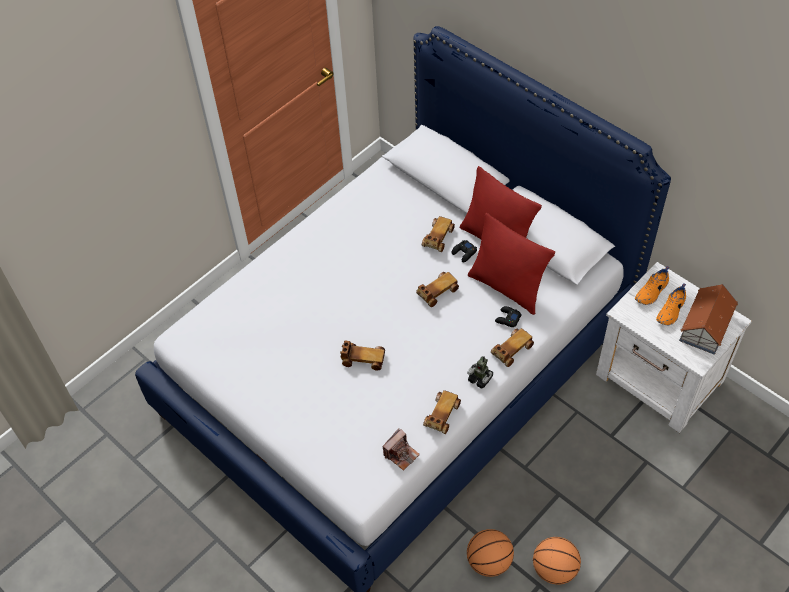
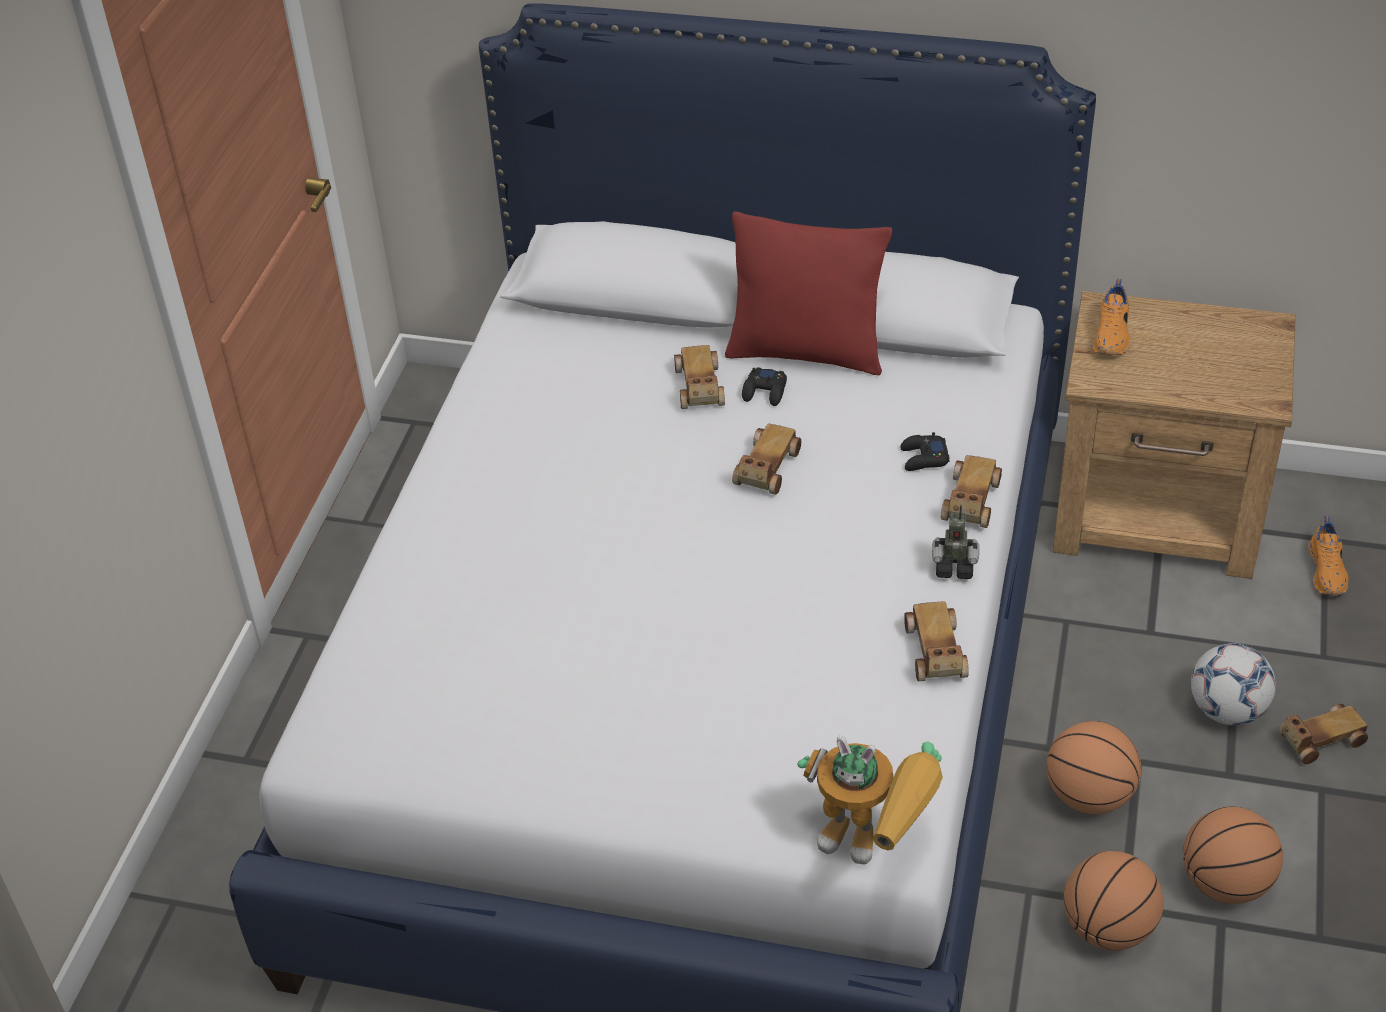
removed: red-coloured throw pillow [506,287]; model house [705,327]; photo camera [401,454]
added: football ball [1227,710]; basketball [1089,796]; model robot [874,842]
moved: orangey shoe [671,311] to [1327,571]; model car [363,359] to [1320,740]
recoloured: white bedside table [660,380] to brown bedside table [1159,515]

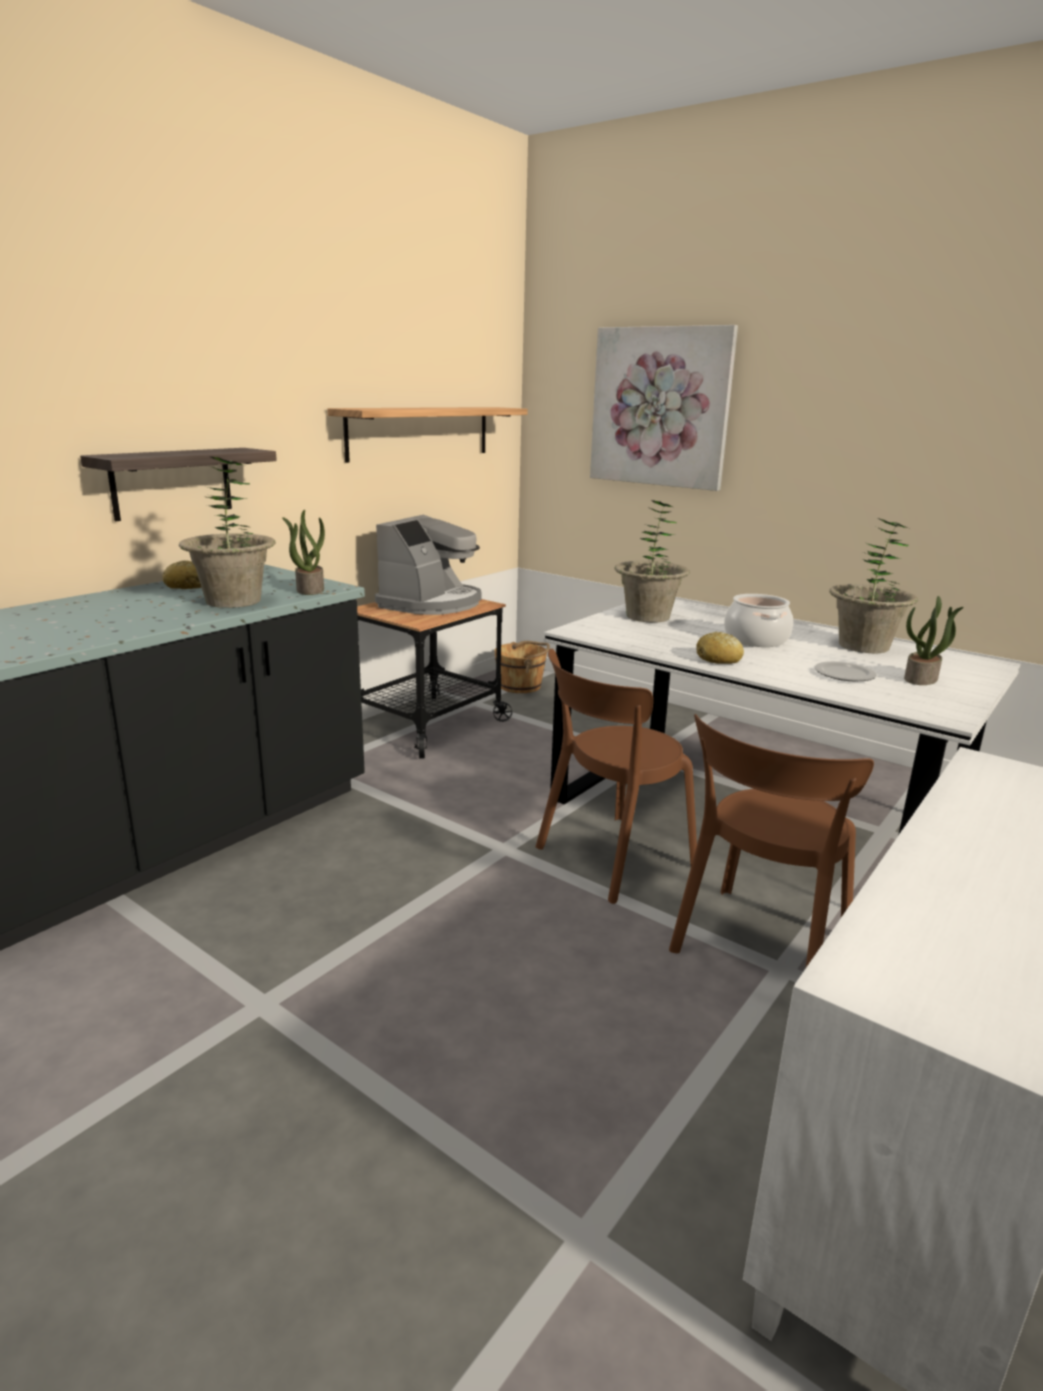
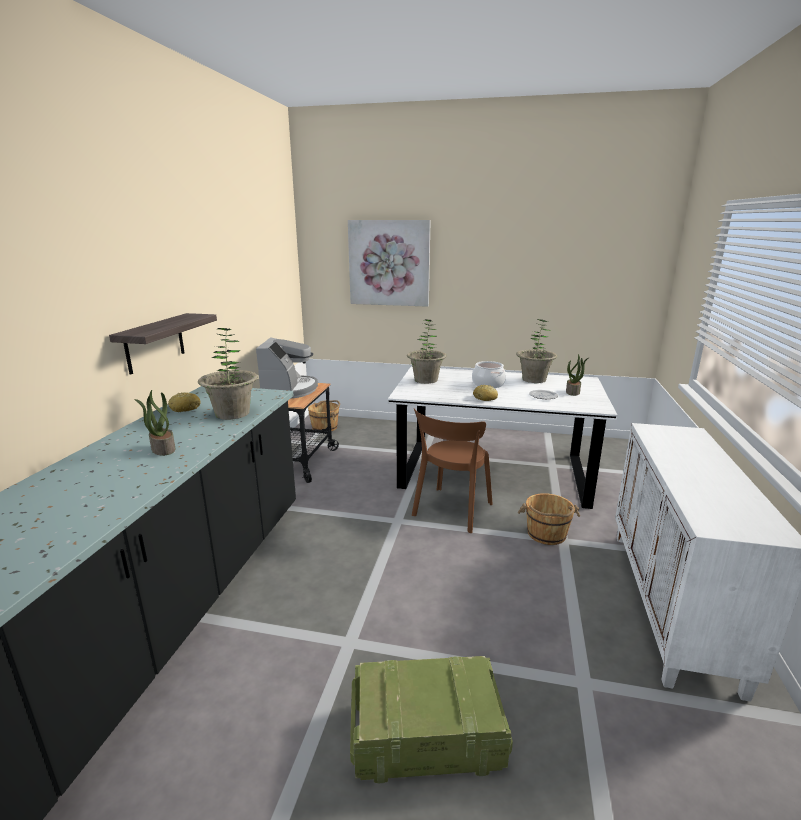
removed: wall shelf [420,432]
added: shipping crate [424,736]
moved: plant in a pot [309,590] to [162,449]
replaced: brown upright chair [758,948] to brown pail [546,534]

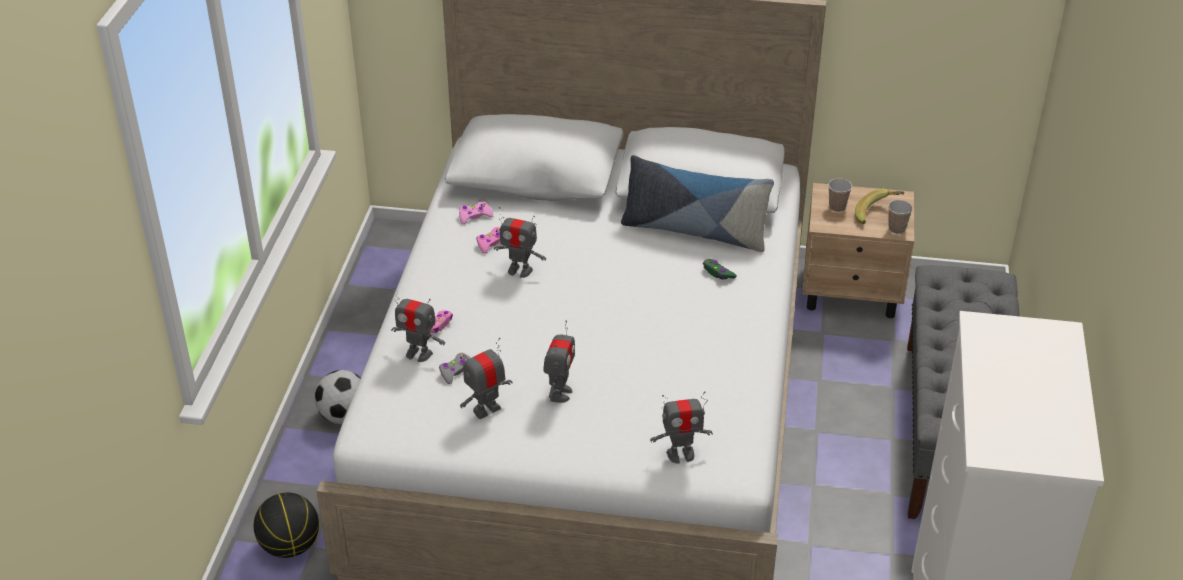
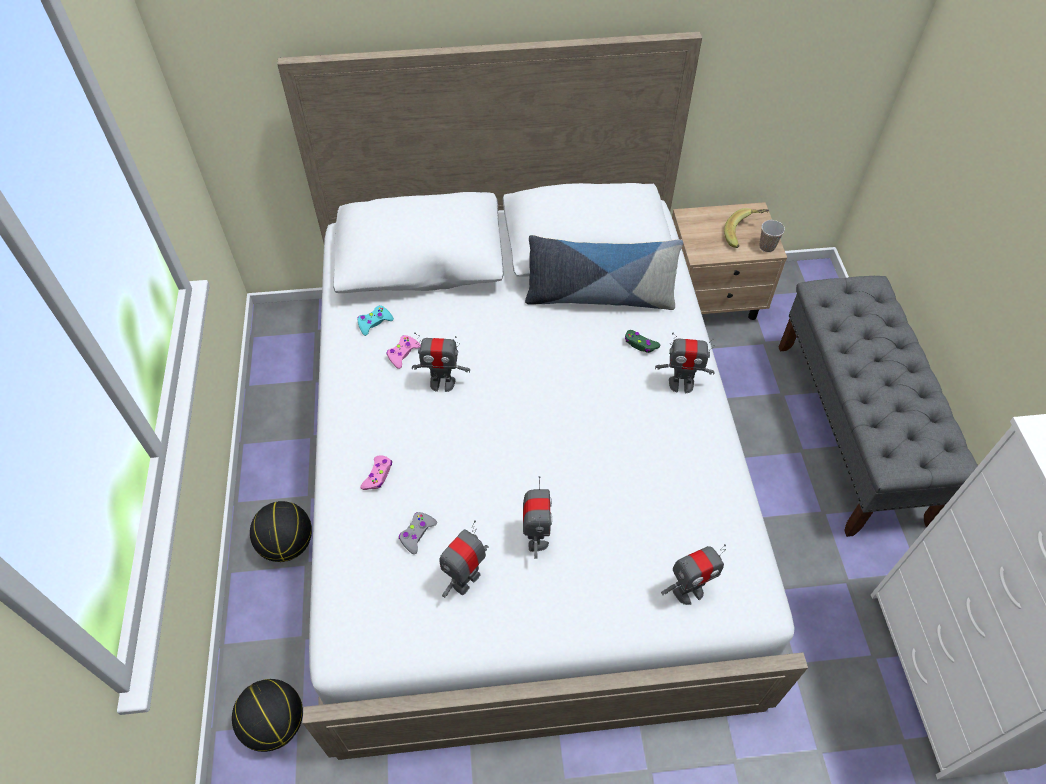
removed: small cup [837,207]
moved: model robot [418,353] to [681,384]
replaced: football ball [344,416] to basketball [288,544]
recoloured: pink joypad [474,216] to blue-green joypad [374,323]

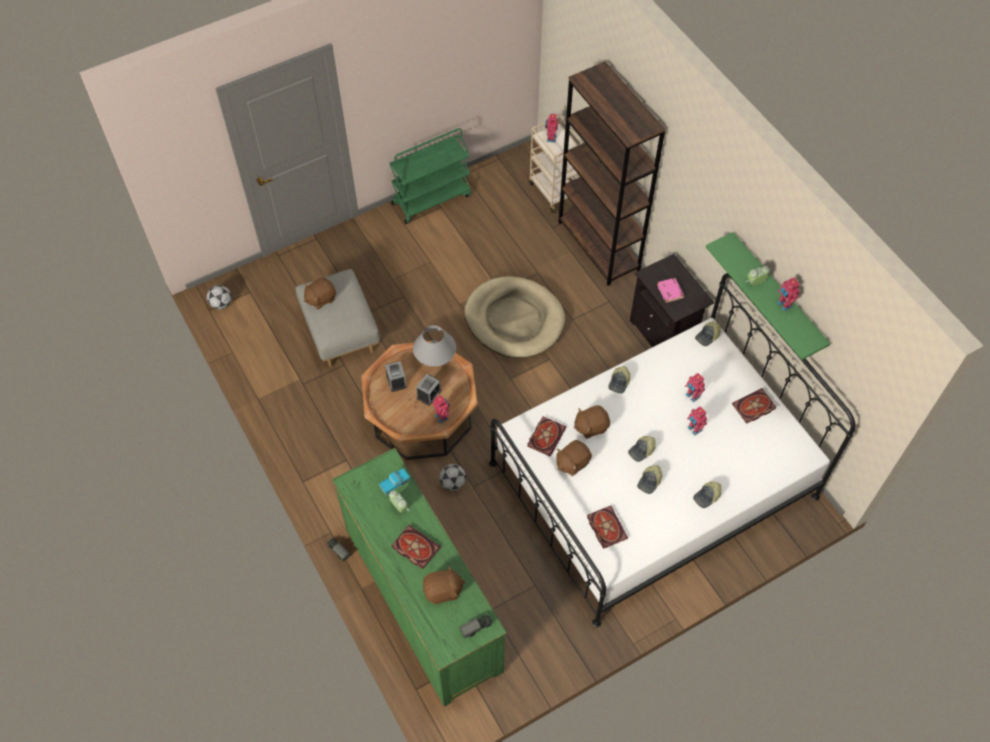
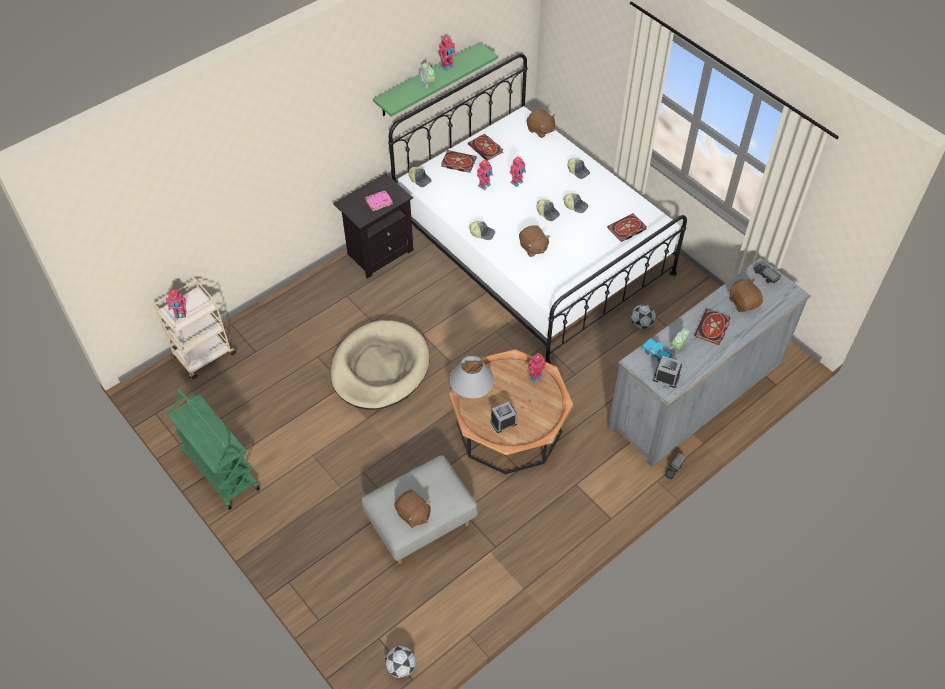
removed: brown bookshelf [598,246]
moved: alarm clock [429,394] to [666,377]; book [546,436] to [457,162]; brown soft toy [572,463] to [540,130]; football ball [453,483] to [641,324]
recoloured: green dresser [422,599] to grey dresser [696,394]

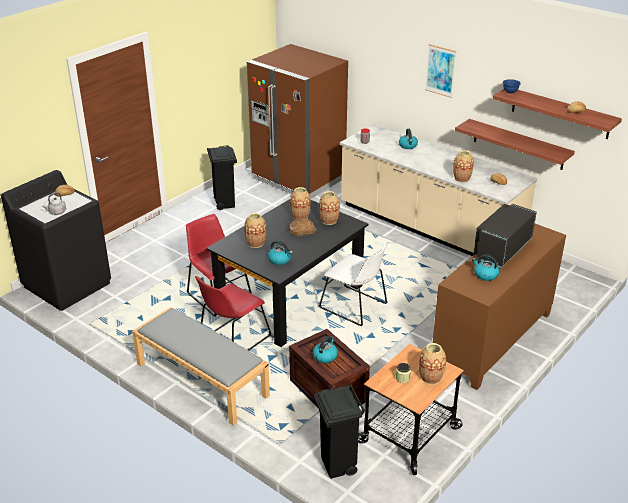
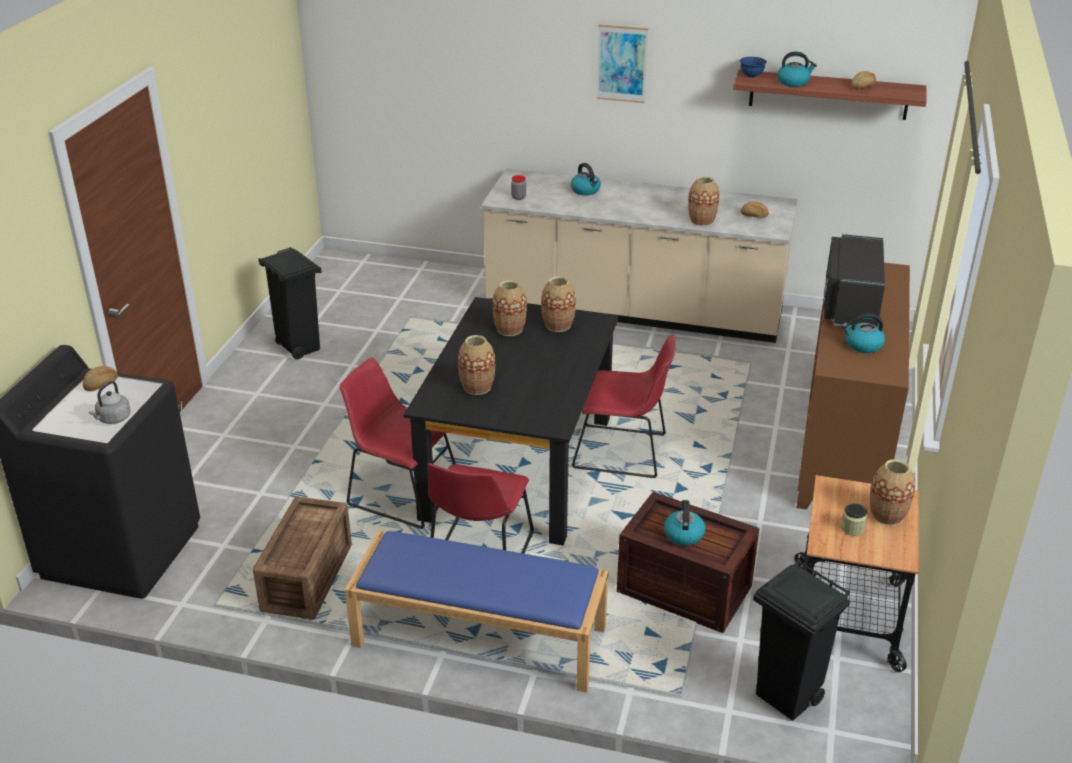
removed: brown kitchen fridge [298,179]; wall shelf [518,144]; bakery bread [301,230]
added: shipping crate [305,578]
moved: kettle [280,260] to [793,82]
recoloured: white upright chair [355,307] to red-coloured upright chair [624,452]; grey bench [200,379] to bluish bench [478,636]

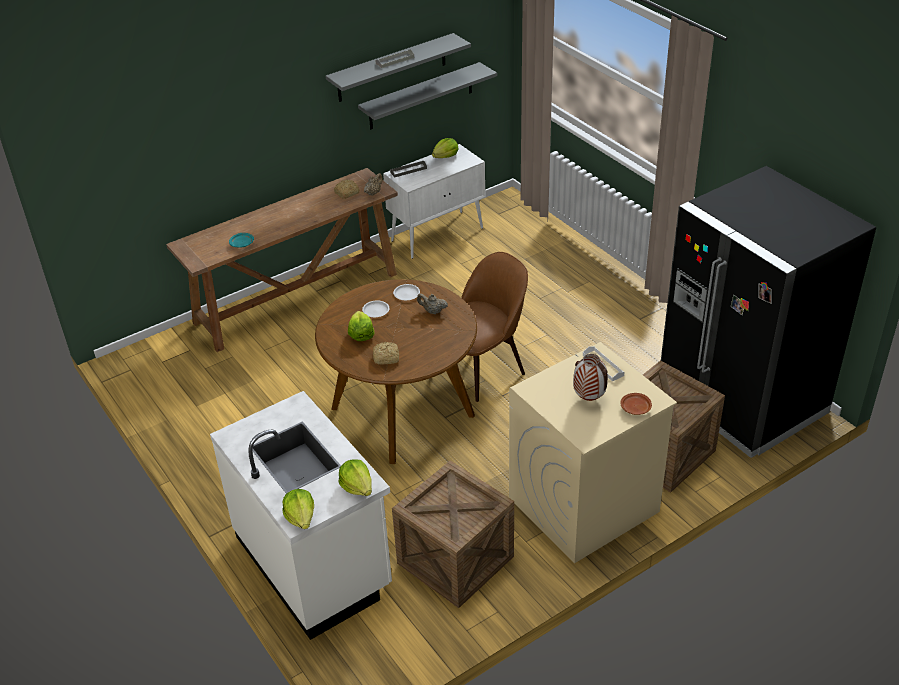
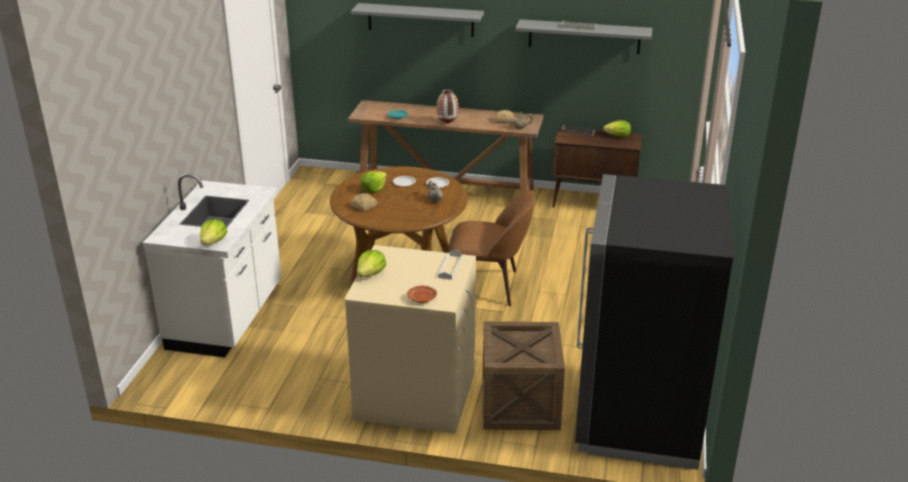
removed: shipping crate [455,560]
moved: grey wall shelf [421,96] to [420,20]; flower vase [588,398] to [447,123]; lettuce [301,517] to [371,274]
recoloured: white cabinet [438,234] to brown cabinet [594,203]

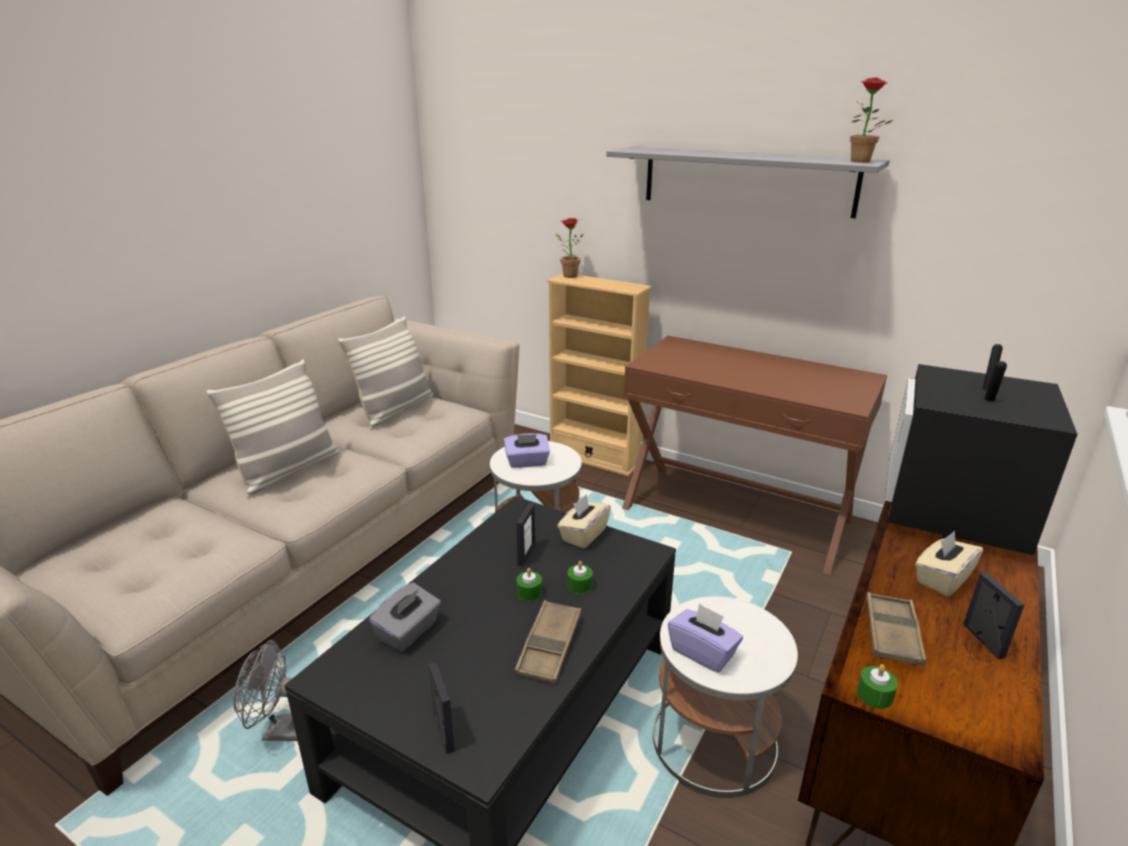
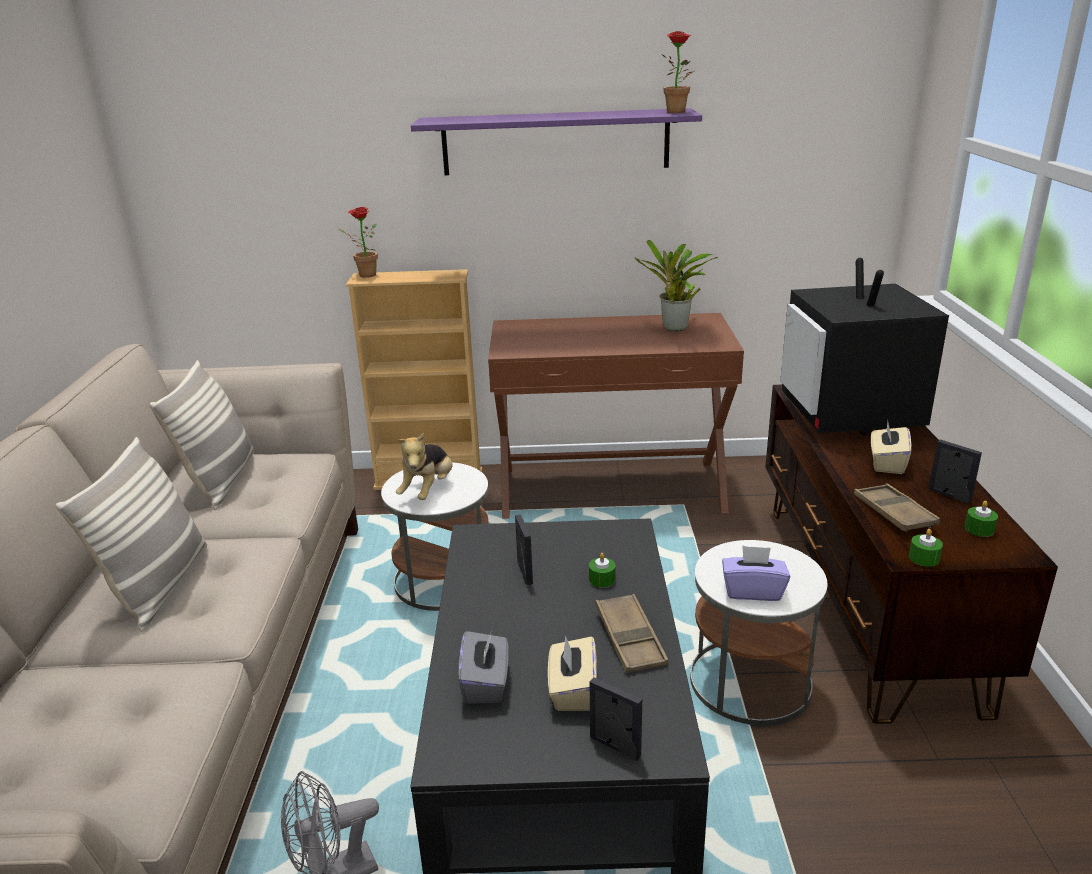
added: plant in a pot [674,329]
moved: beige box of tissues [583,535] to [572,691]; green wax candle [529,592] to [979,529]
replaced: purple-coloured box of tissues [527,462] to soft toy [428,490]
recoloured: grey wall shelf [747,180] to purple-coloured wall shelf [555,142]

